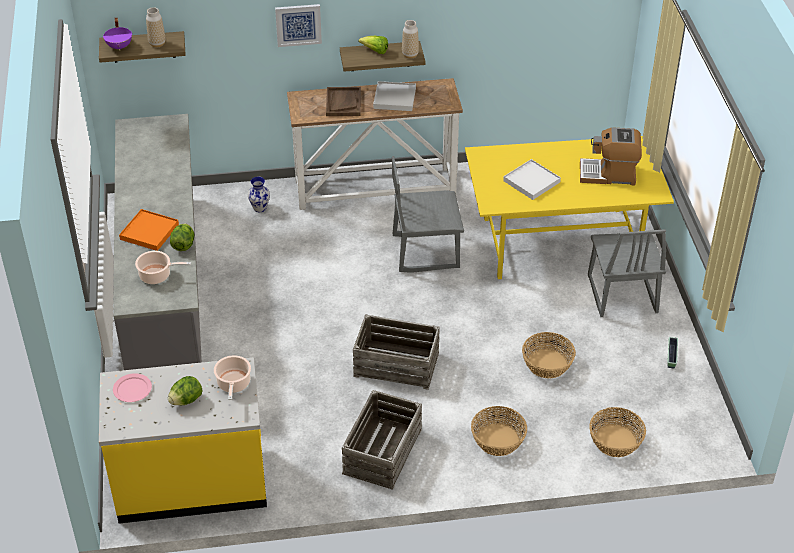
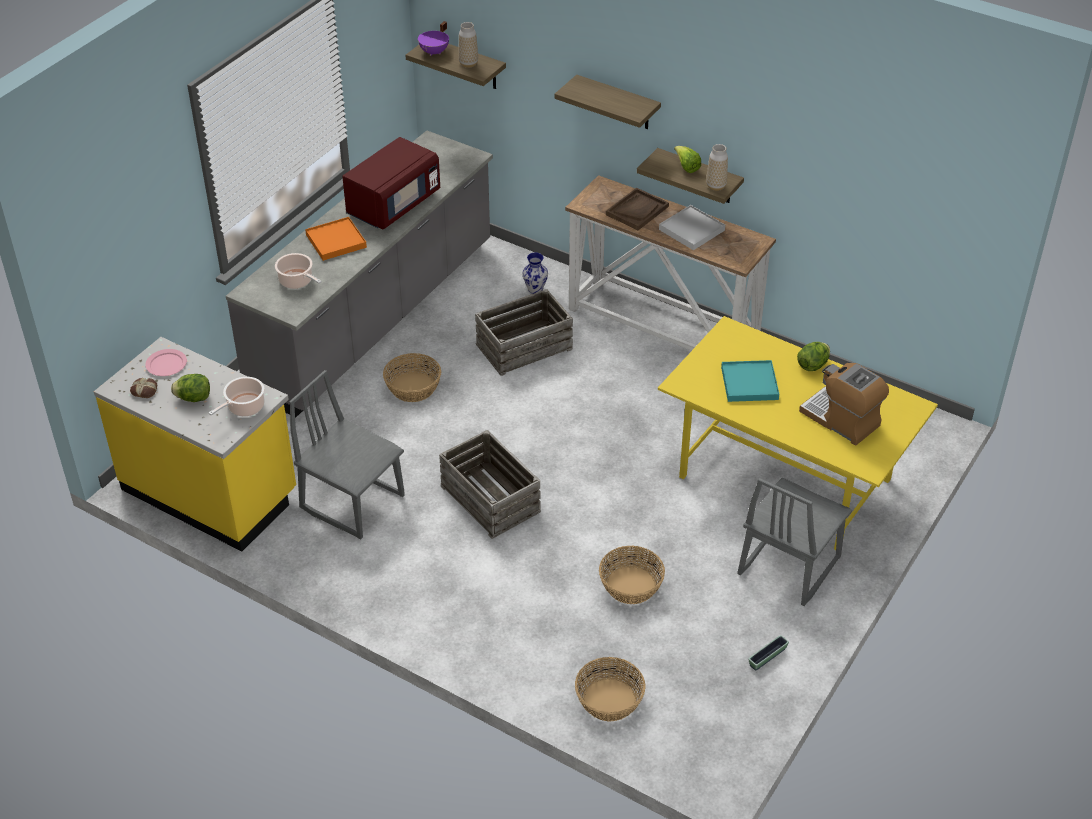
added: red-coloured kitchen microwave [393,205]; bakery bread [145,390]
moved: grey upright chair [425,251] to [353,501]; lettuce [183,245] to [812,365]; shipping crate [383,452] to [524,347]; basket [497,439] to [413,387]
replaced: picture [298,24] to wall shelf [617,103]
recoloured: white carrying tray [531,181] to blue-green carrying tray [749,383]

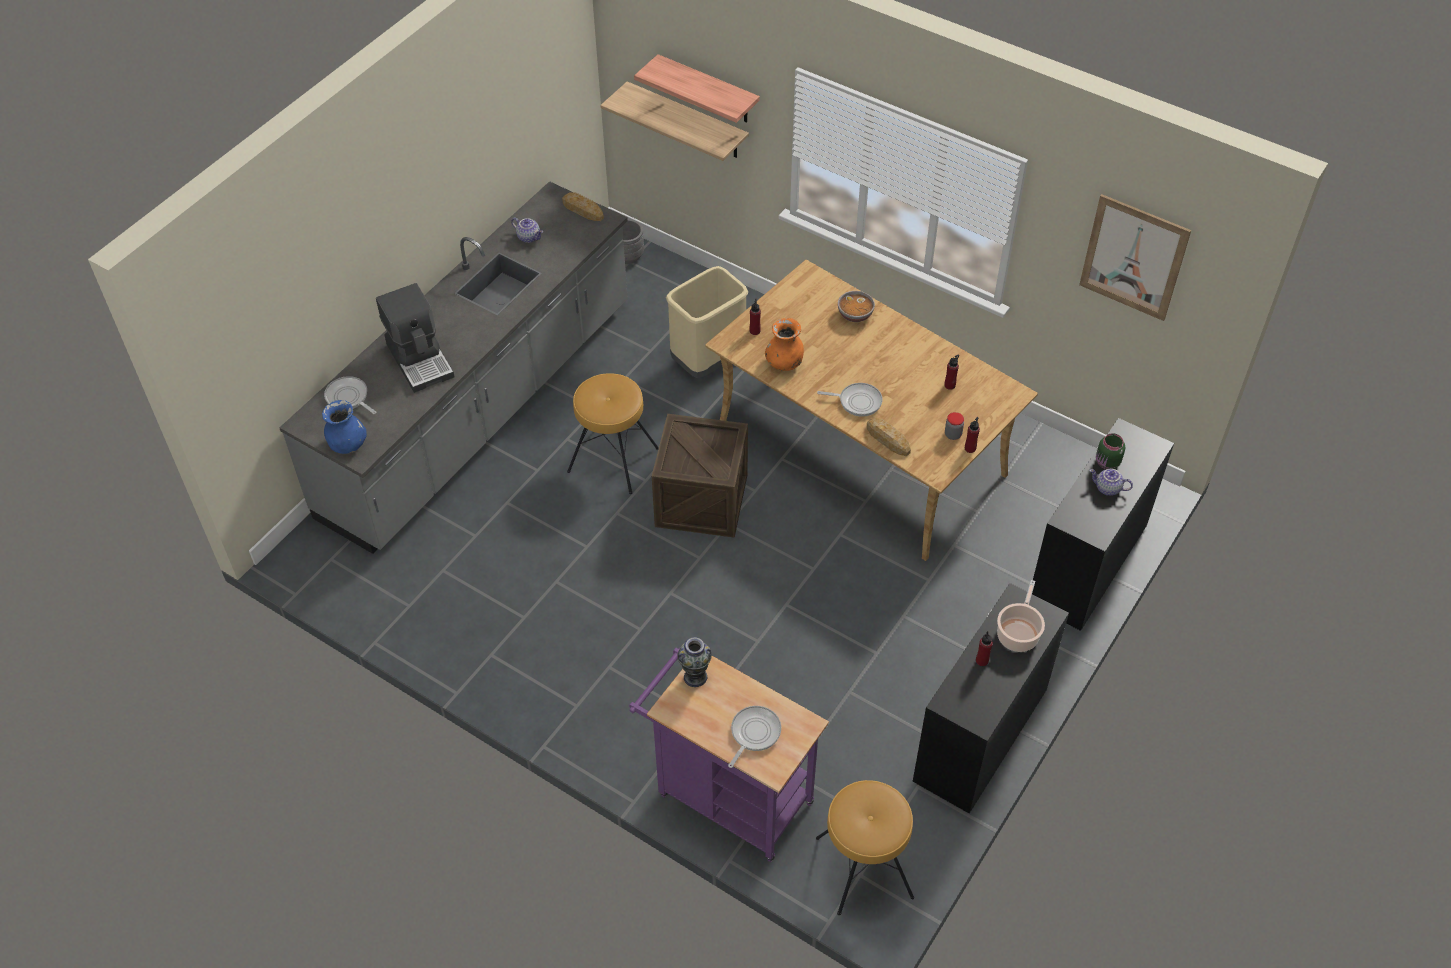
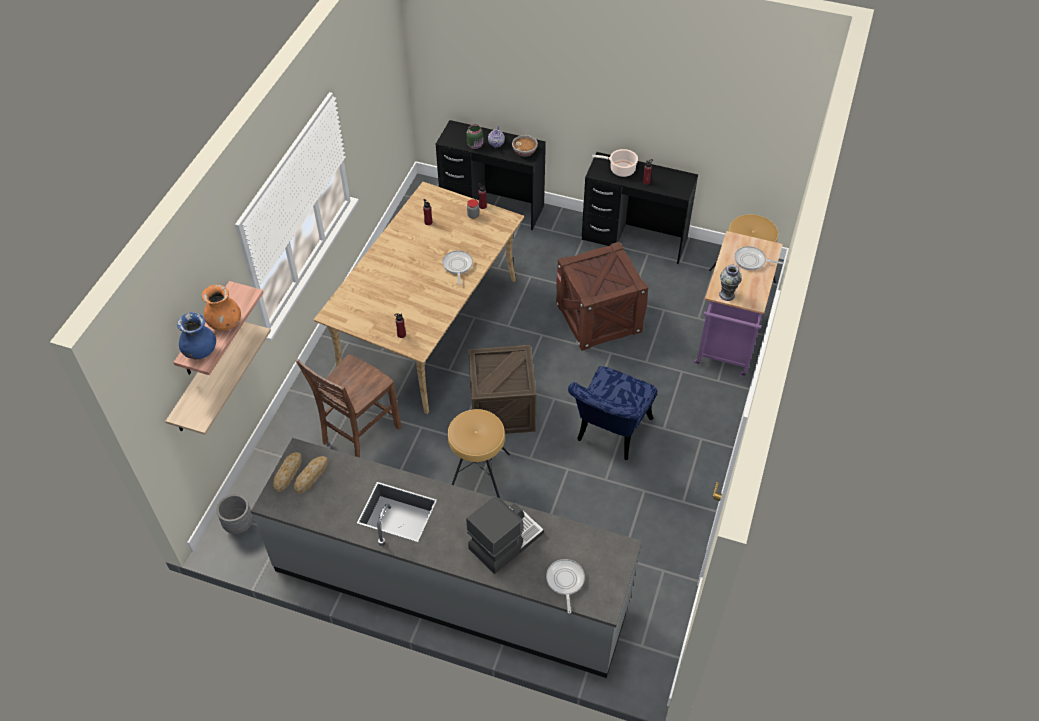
removed: picture [1133,257]; teapot [529,237]
added: shipping crate [598,317]; bluish upright chair [610,433]
moved: bowl [855,315] to [525,151]; orangey flower vase [784,363] to [225,323]; bluish flower vase [347,444] to [200,351]; bakery bread [887,439] to [311,476]
replaced: beige trash can [708,361] to brown upright chair [359,435]
turned: frying pan [348,398] = [565,581] 150 degrees clockwise

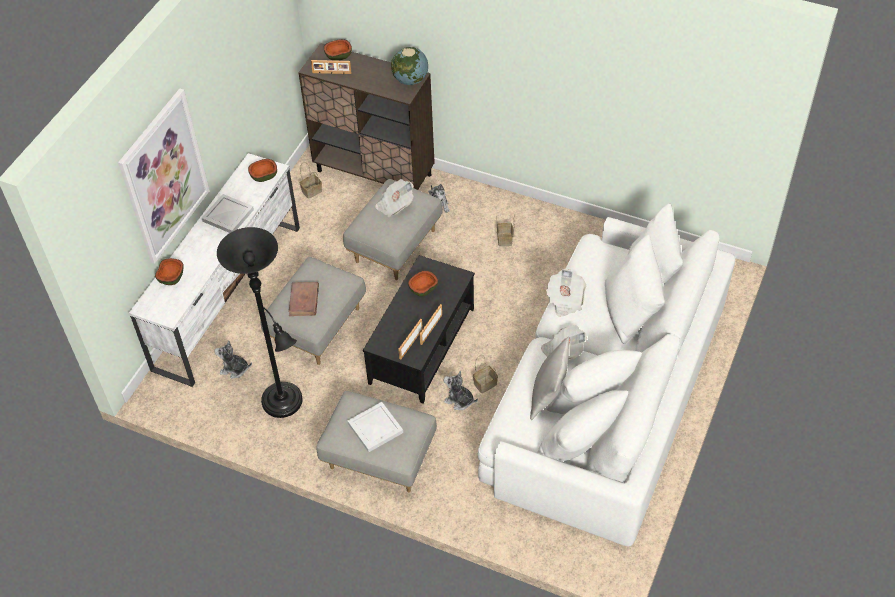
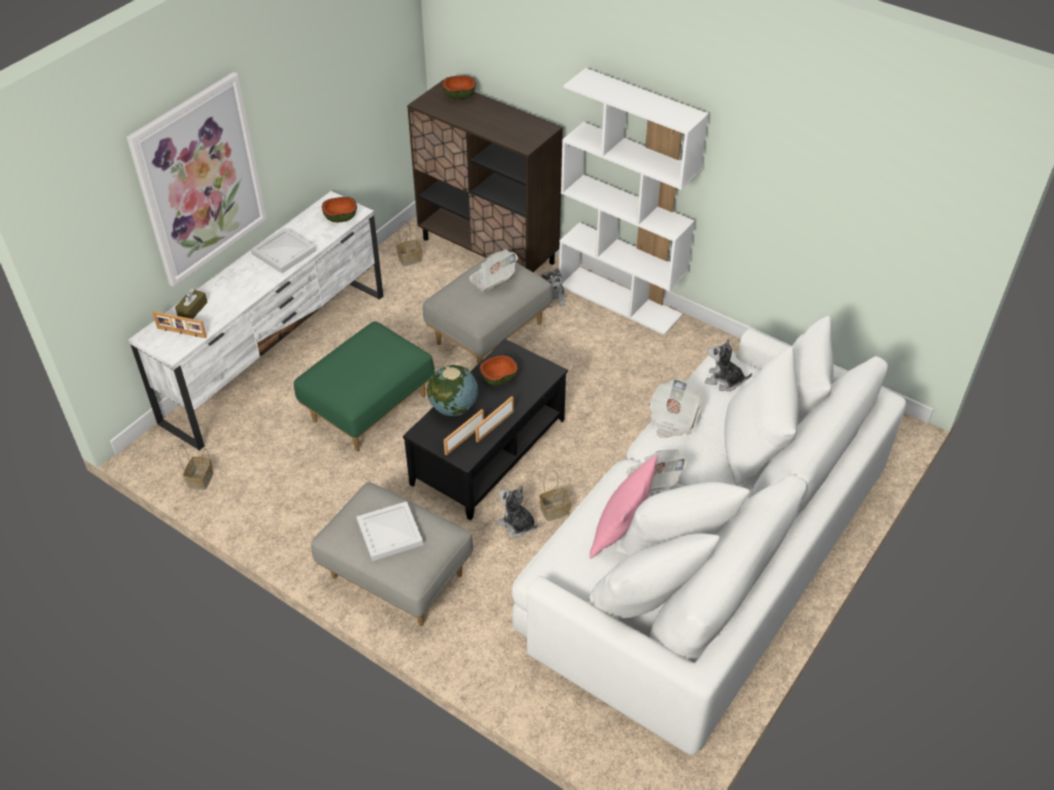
removed: black floor lamp [285,404]; brown book [304,301]
added: white bookshelf [620,300]
moved: desk globe [410,80] to [453,408]; picture frame [331,73] to [181,333]; basket [505,240] to [201,480]; soft toy [234,369] to [724,380]
replaced: bowl [171,278] to brown box of tissues [192,309]
recoloured: grey footrest [317,326] to green footrest [369,408]; grey throw pillow [548,396] to pink throw pillow [621,532]

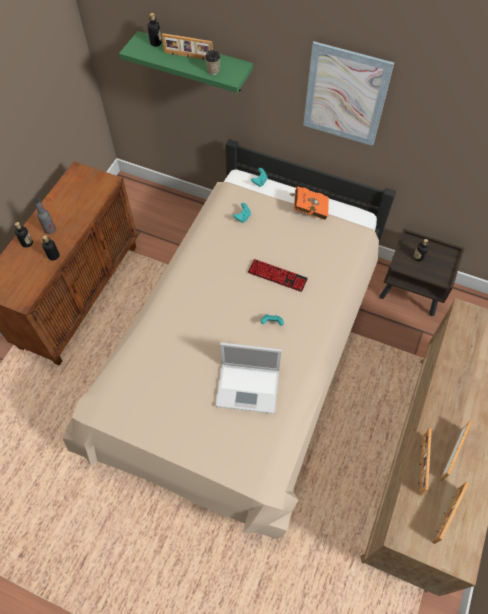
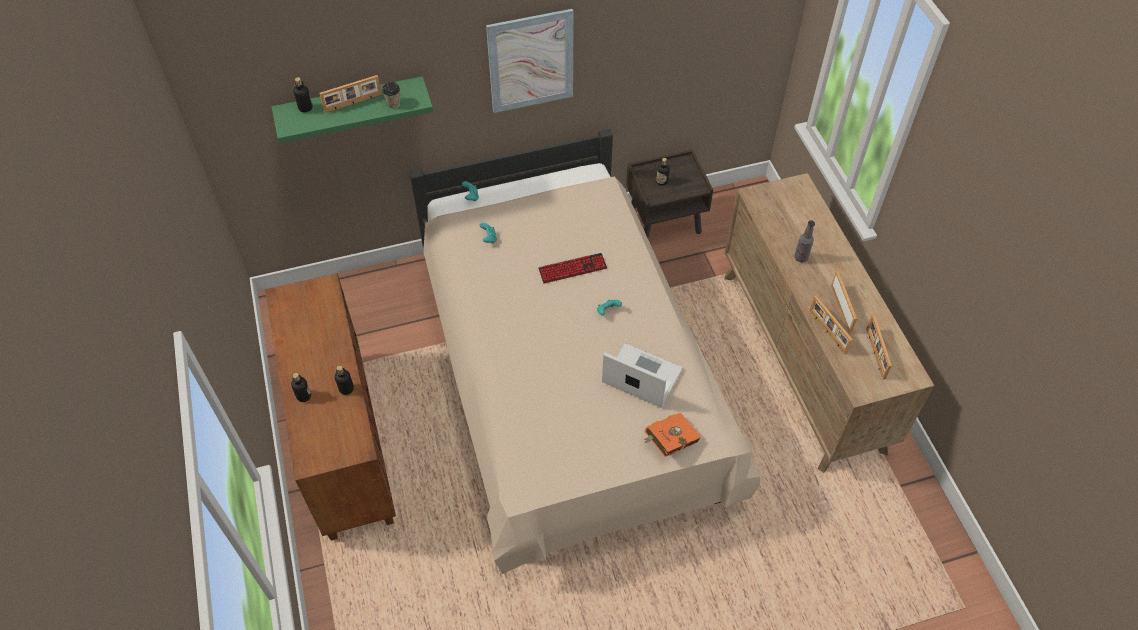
moved: orangey book [308,209] to [669,442]; bottle [50,230] to [801,257]
turned: laptop [249,387] = [640,376] 120 degrees counterclockwise

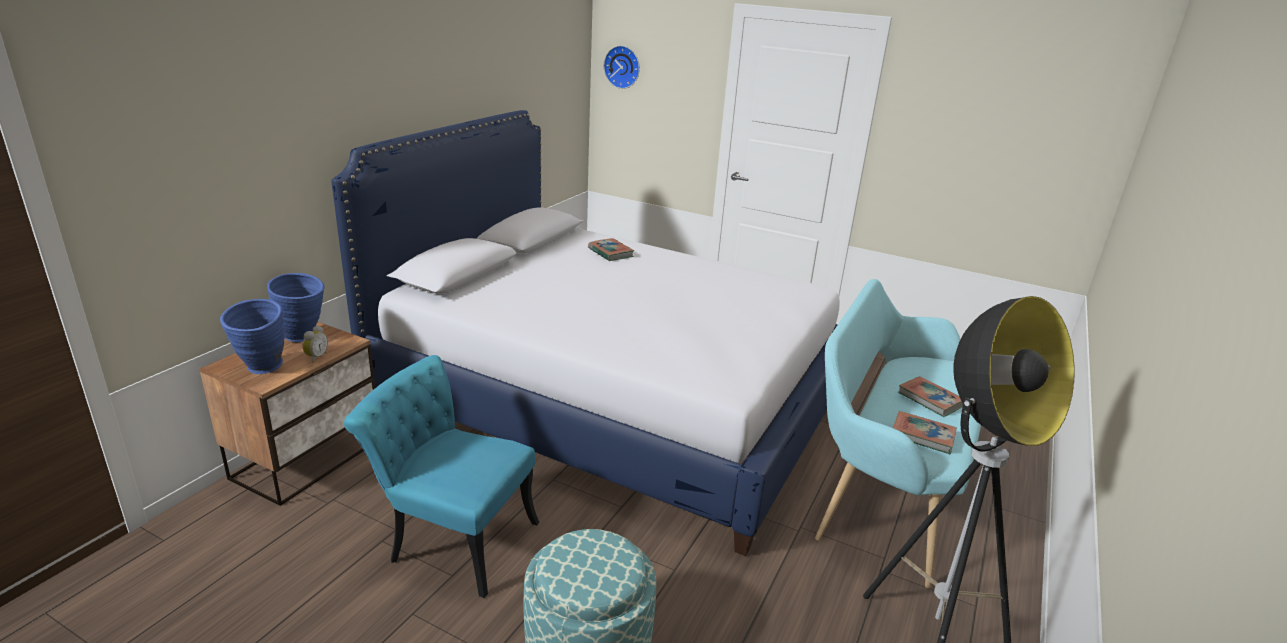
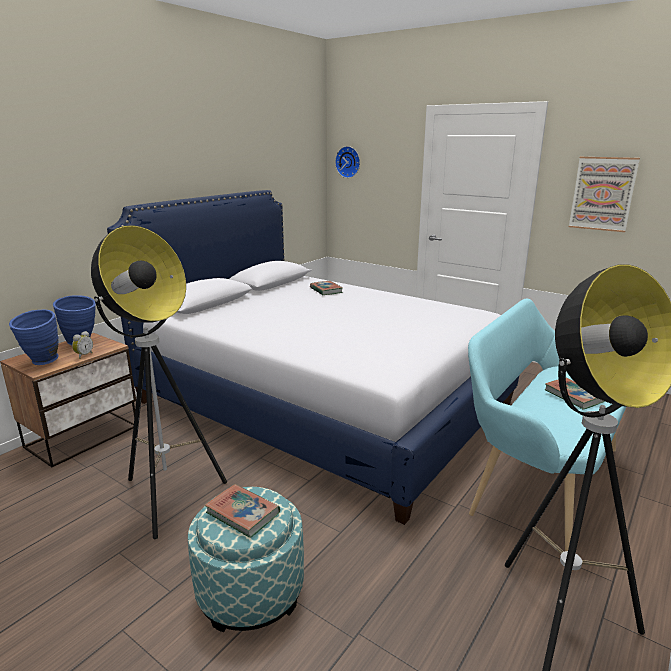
added: picture [602,194]
moved: book [922,435] to [243,513]
replaced: blue-green upright chair [452,538] to floor lamp [168,497]

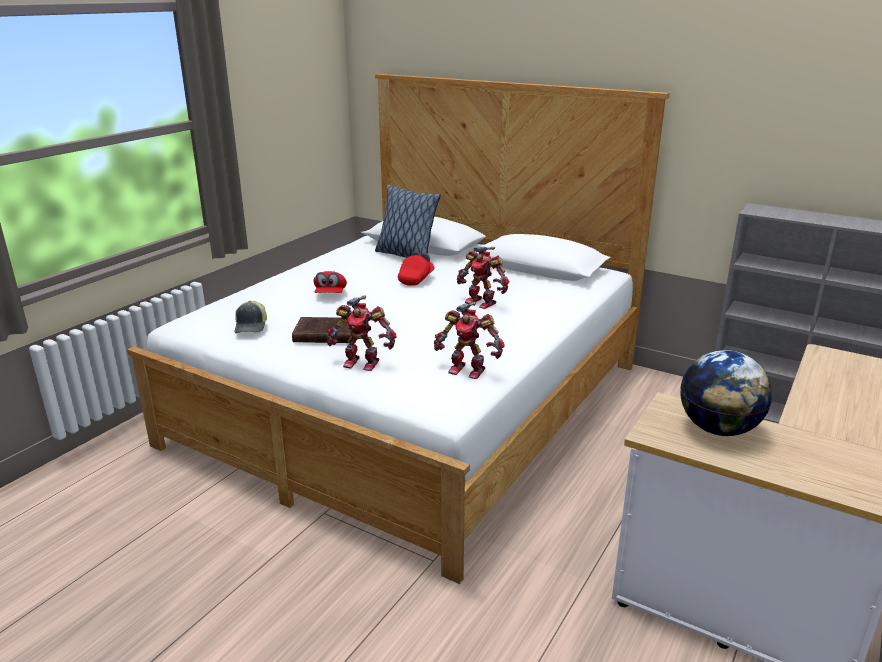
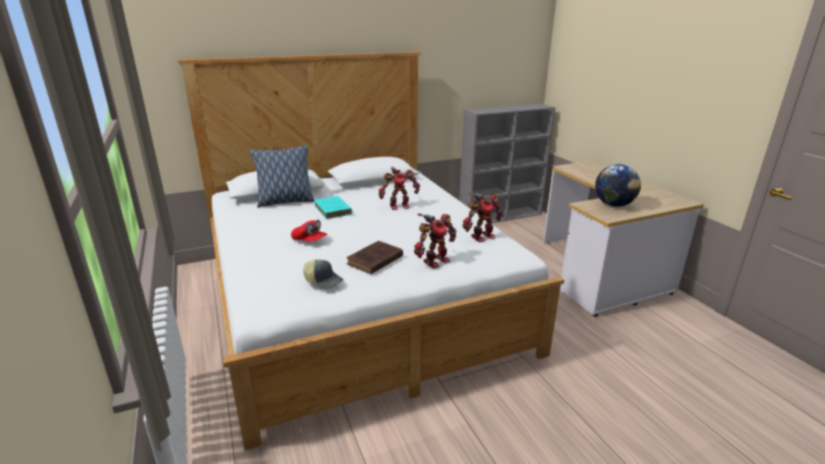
replaced: red-coloured baseball cap [416,279] to blue-green book [333,210]

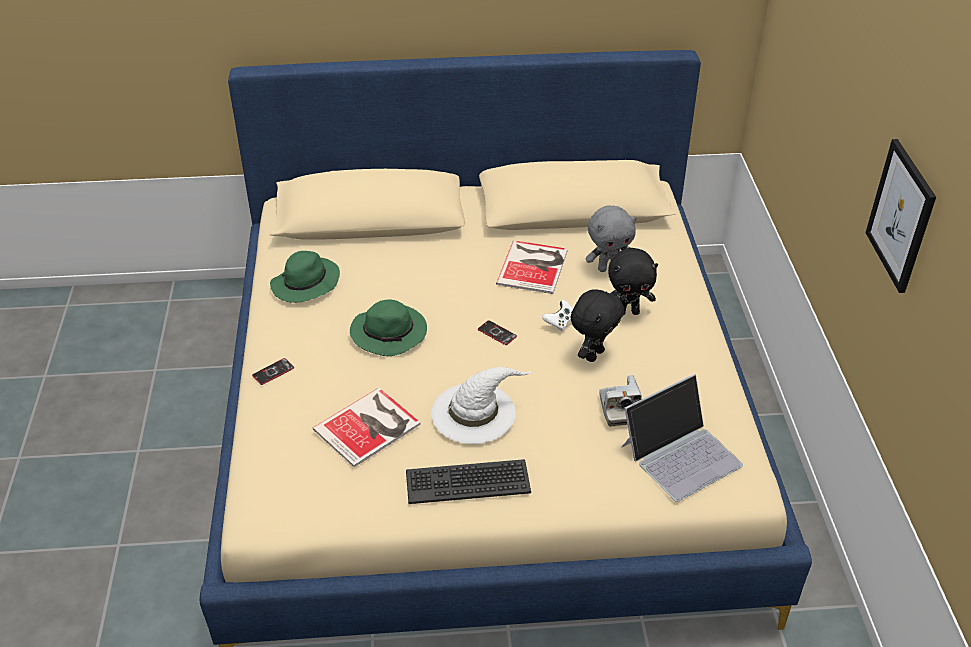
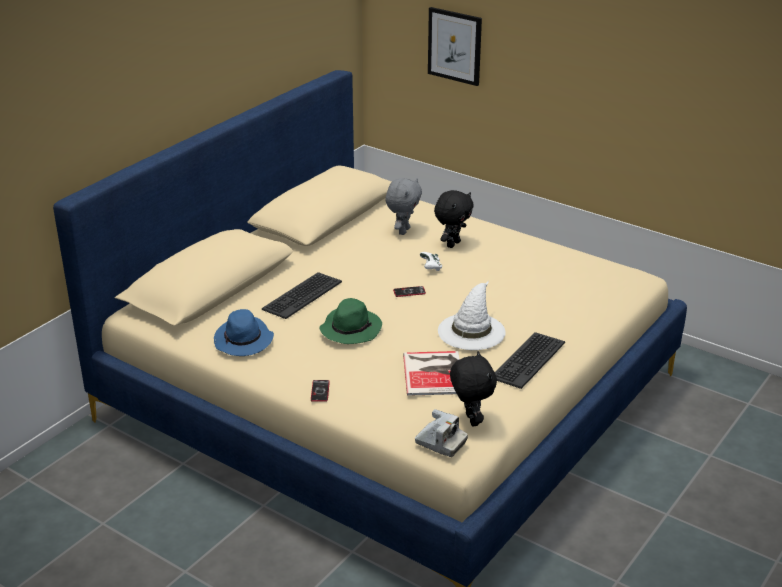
removed: book [534,266]; laptop [681,454]
added: computer keyboard [302,296]
moved: picture [901,215] to [455,46]; black soft toy [593,354] to [470,420]; photo camera [619,409] to [440,443]
recoloured: green hat [305,285] to bluish hat [244,341]

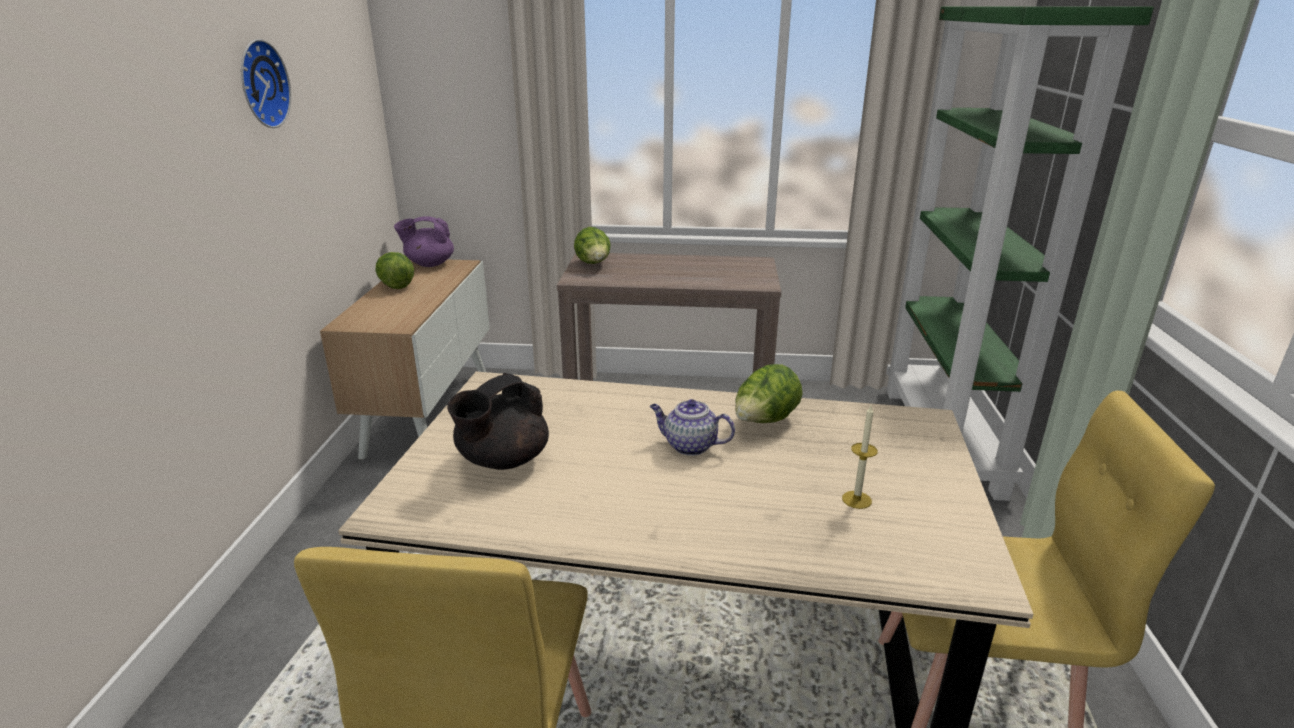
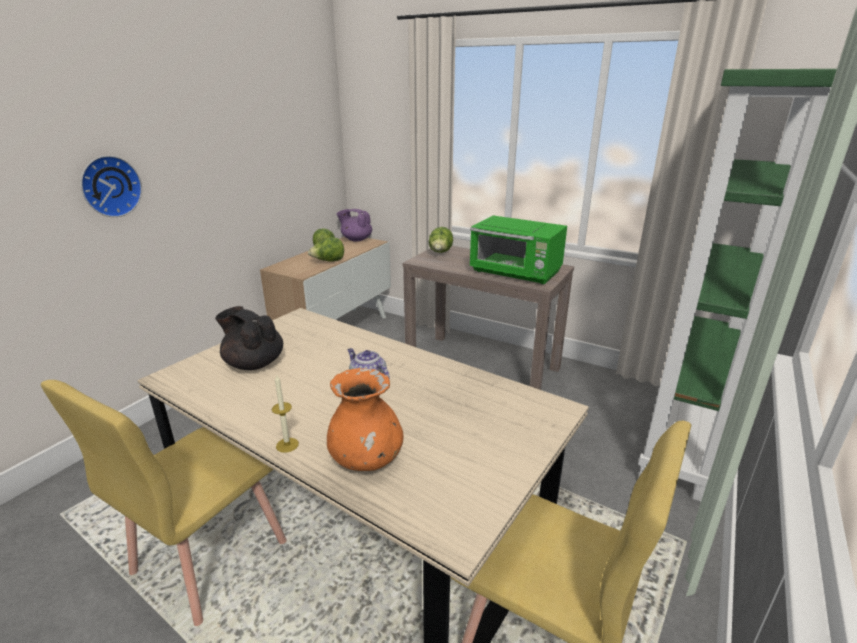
added: green kitchen microwave [516,273]; orangey flower vase [367,460]
moved: clock on the wall [260,84] to [109,186]; lettuce [764,422] to [328,261]; wax candle [856,500] to [287,445]
turned: black teapot [502,460] = [254,363] 60 degrees clockwise

